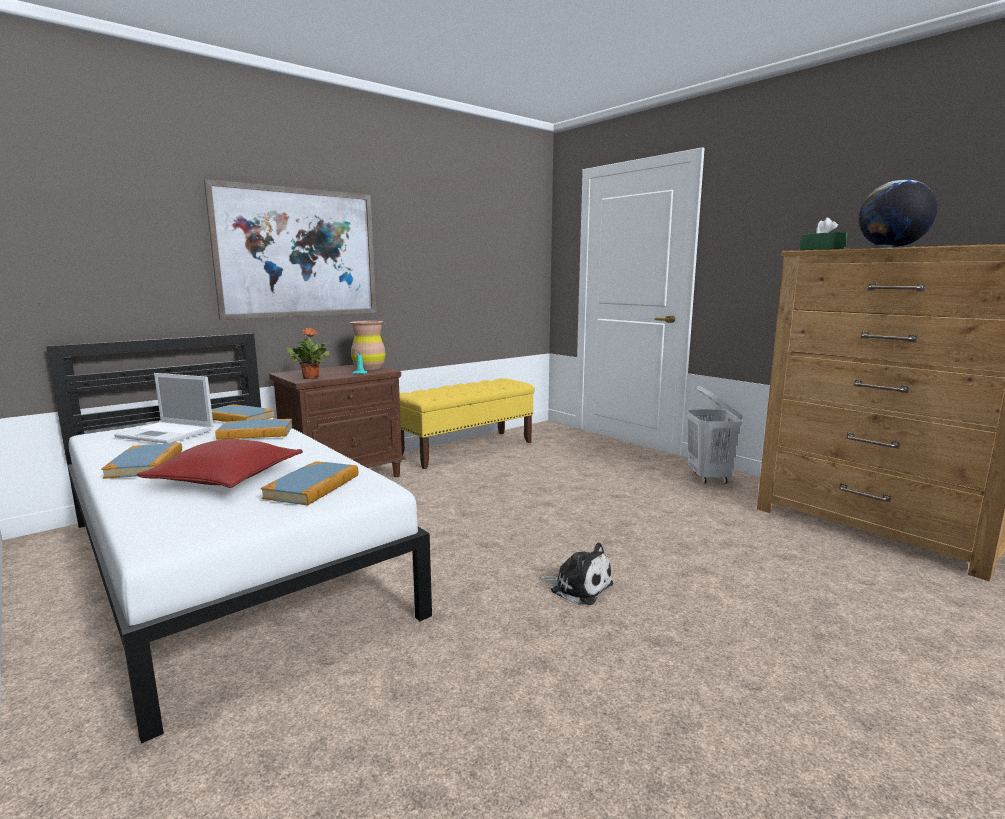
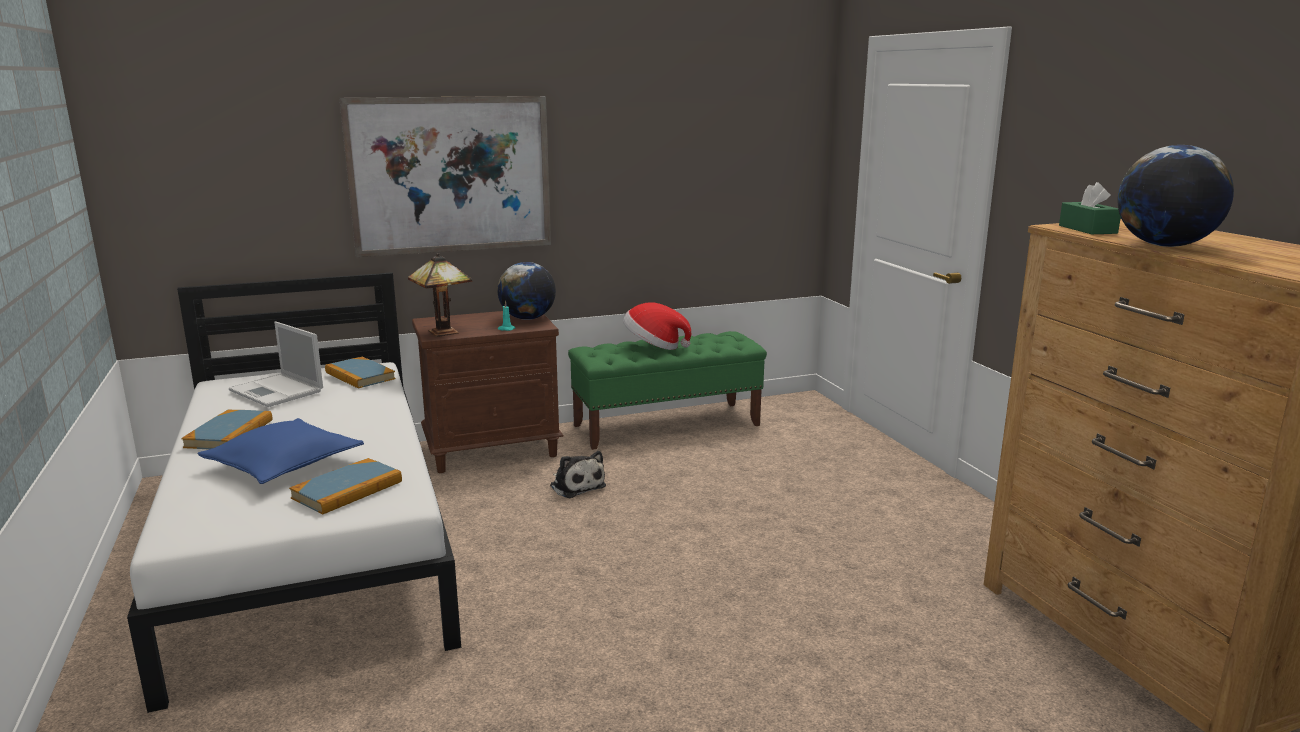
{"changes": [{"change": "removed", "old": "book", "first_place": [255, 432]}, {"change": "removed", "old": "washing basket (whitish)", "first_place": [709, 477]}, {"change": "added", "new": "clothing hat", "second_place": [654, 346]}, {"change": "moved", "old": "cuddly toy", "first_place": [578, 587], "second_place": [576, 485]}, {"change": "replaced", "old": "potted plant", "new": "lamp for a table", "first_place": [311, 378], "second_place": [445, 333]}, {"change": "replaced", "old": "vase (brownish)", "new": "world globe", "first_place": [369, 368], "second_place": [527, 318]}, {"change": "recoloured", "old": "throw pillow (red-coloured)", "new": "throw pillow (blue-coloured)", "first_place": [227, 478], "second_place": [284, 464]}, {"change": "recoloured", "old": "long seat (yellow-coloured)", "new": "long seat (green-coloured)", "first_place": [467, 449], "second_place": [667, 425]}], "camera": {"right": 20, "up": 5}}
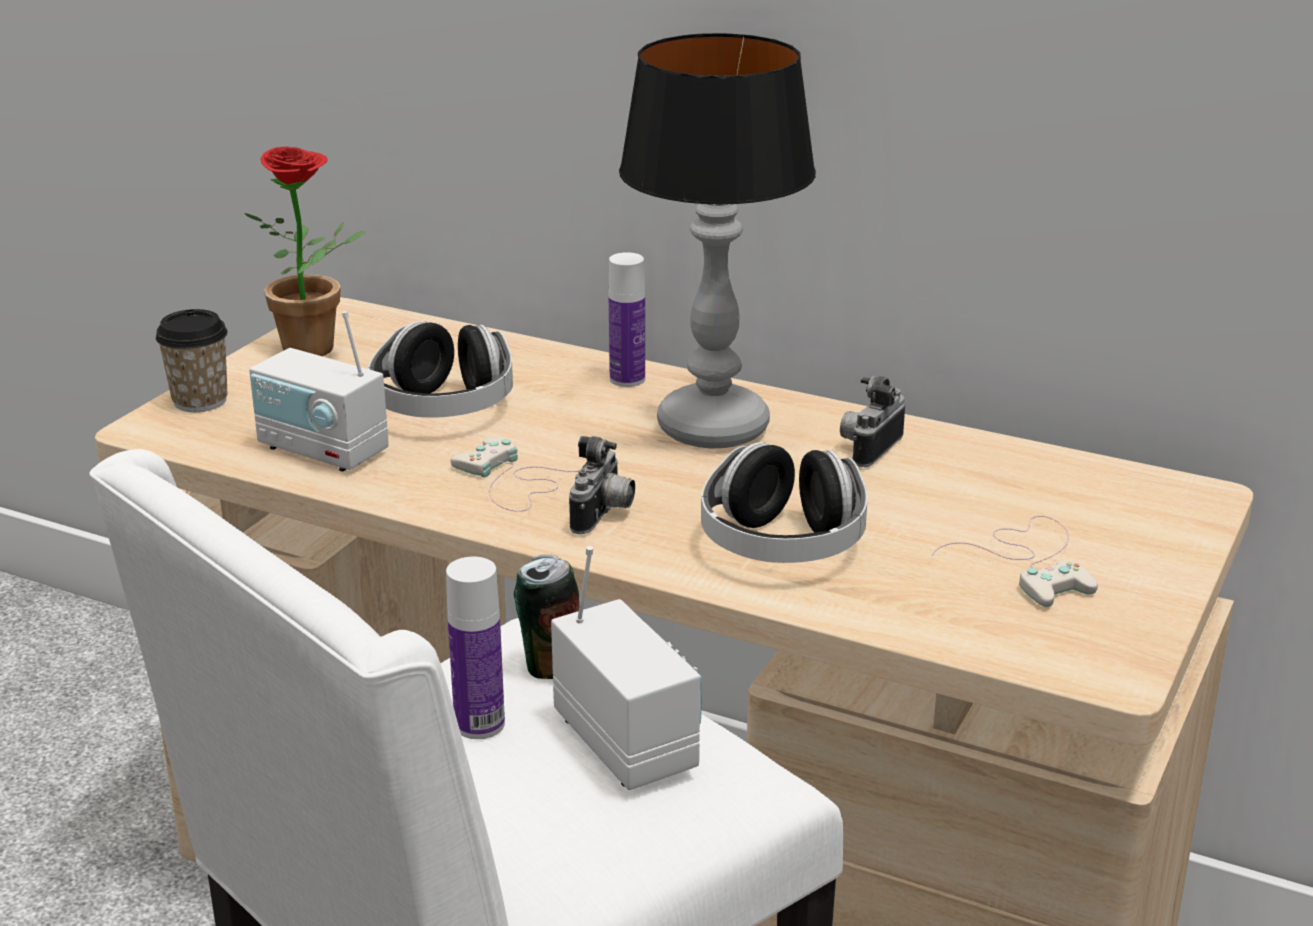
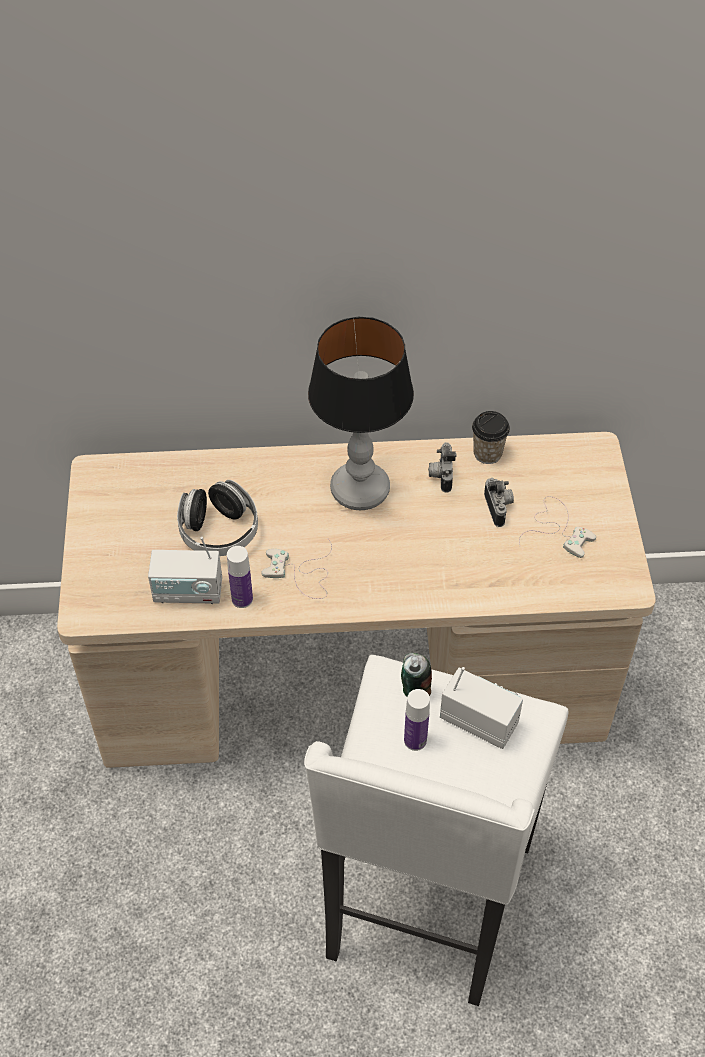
{"changes": [{"change": "removed", "old": "potted plant", "first_place": [319, 349]}, {"change": "removed", "old": "headset", "first_place": [782, 545]}, {"change": "moved", "old": "drinking cup", "first_place": [200, 401], "second_place": [487, 453]}, {"change": "moved", "old": "photo camera", "first_place": [604, 515], "second_place": [499, 508]}, {"change": "moved", "old": "bottle", "first_place": [627, 379], "second_place": [242, 599]}], "camera": {"right": -30, "up": 25}}
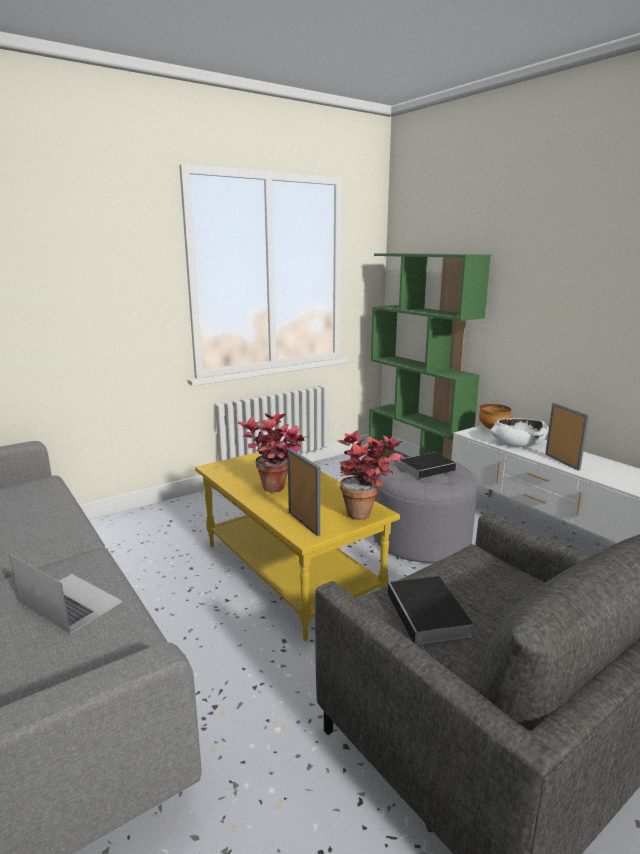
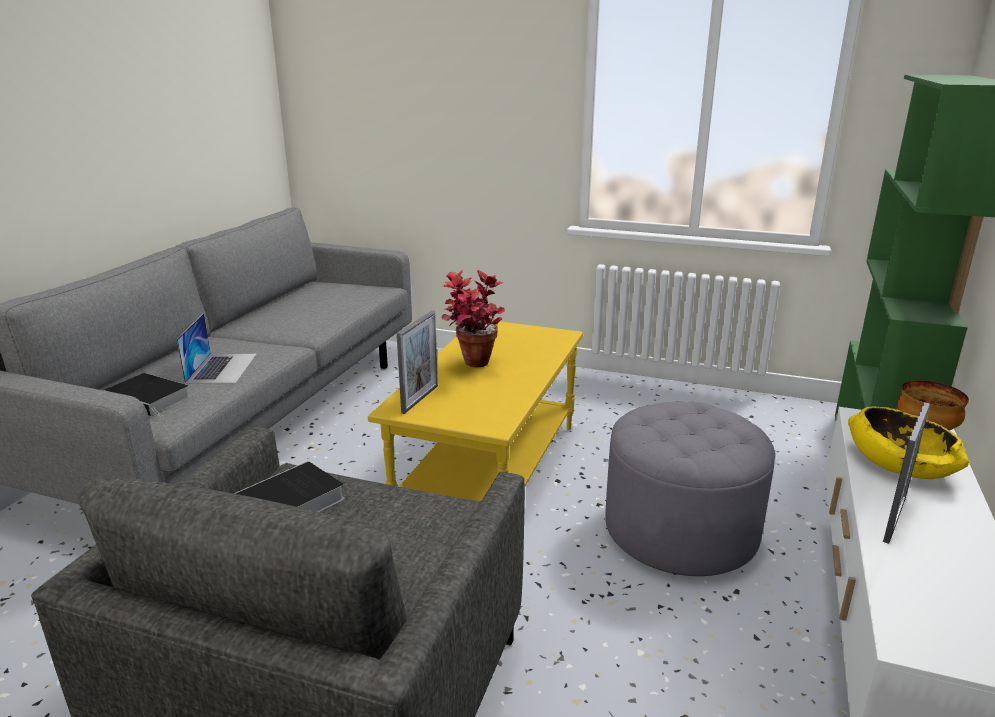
{"changes": [{"change": "removed", "old": "potted plant", "first_place": [368, 515]}, {"change": "moved", "old": "book", "first_place": [428, 468], "second_place": [150, 399]}, {"change": "recoloured", "old": "deep dish (whitish)", "new": "deep dish (yellow-coloured)", "first_place": [518, 443], "second_place": [900, 464]}], "camera": {"right": 55, "up": 5}}
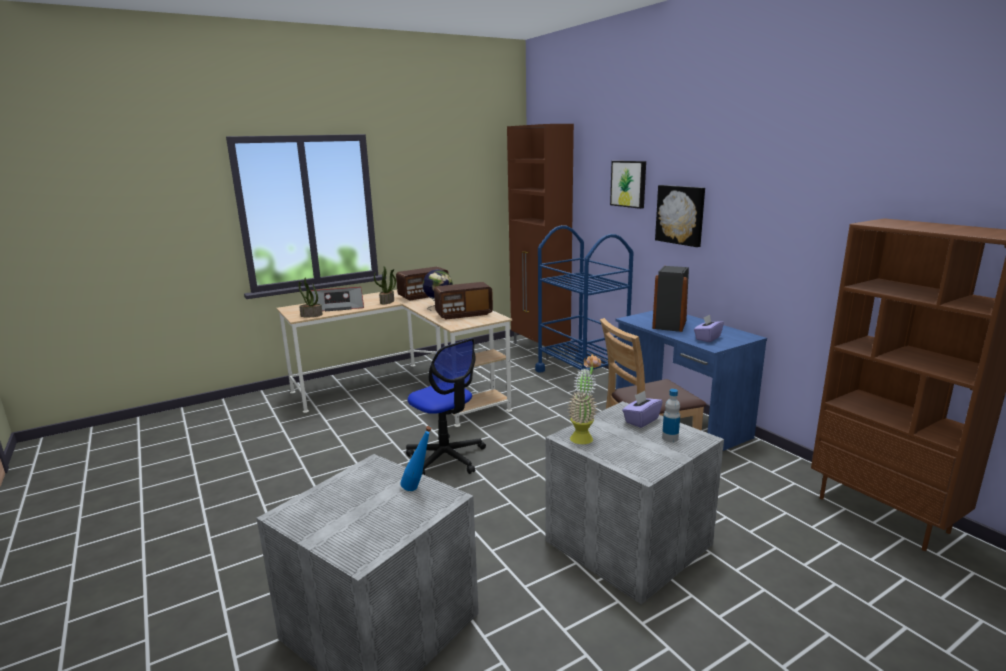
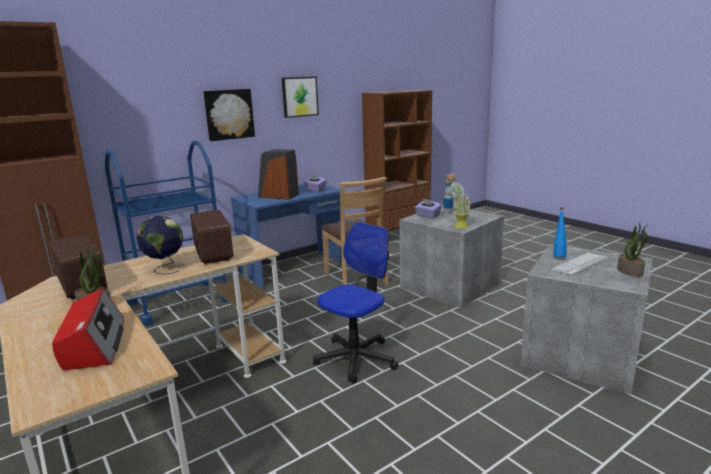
{"changes": [{"change": "added", "new": "PC keyboard", "second_place": [579, 264]}, {"change": "moved", "old": "potted plant", "first_place": [311, 315], "second_place": [630, 272]}, {"change": "moved", "old": "wall art", "first_place": [629, 184], "second_place": [299, 96]}], "camera": {"right": -95, "up": 0}}
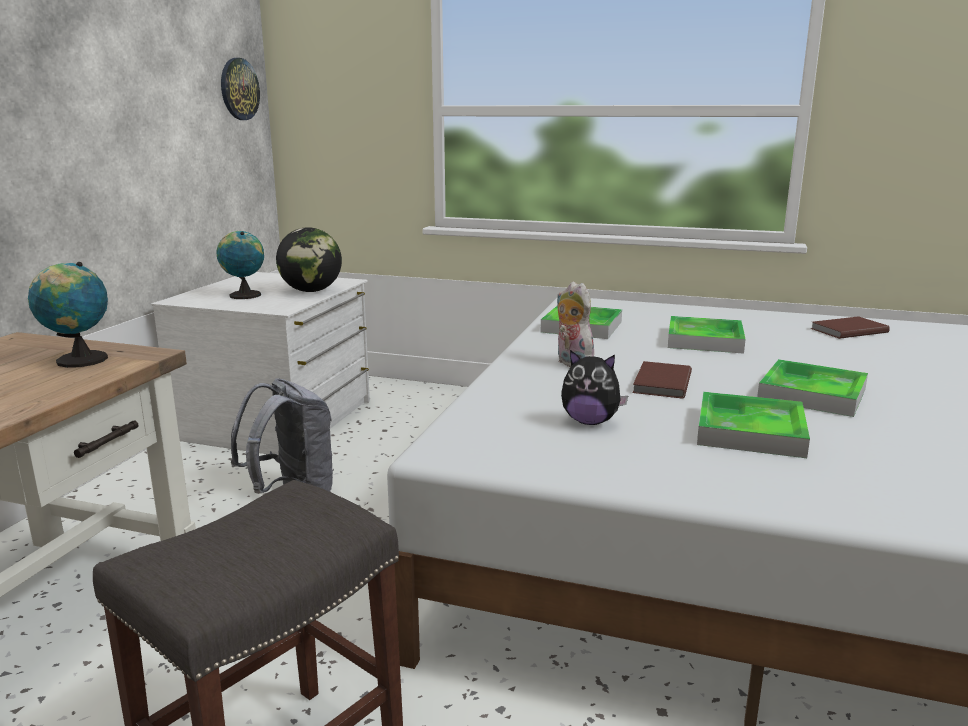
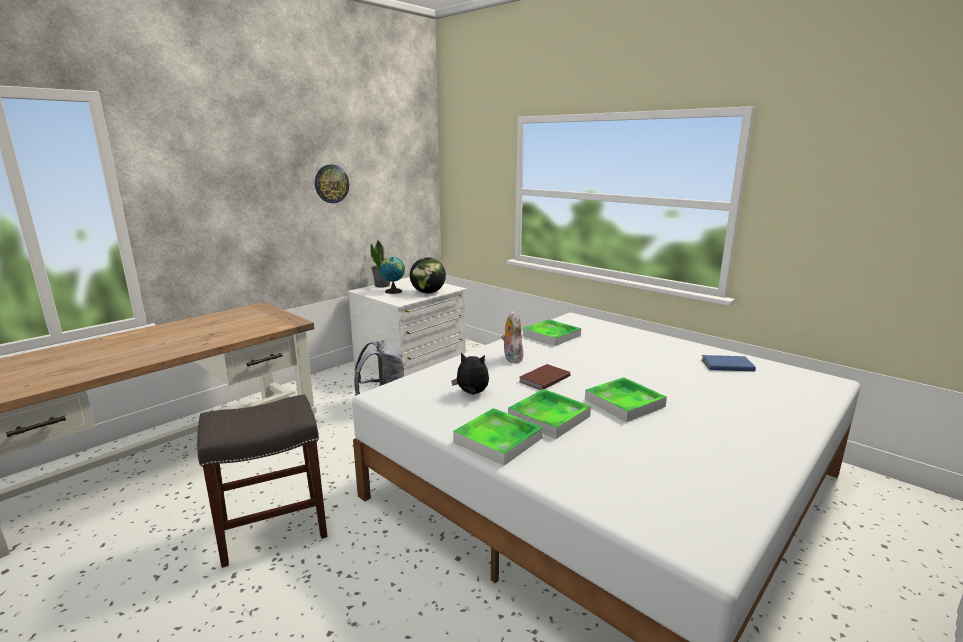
{"changes": [{"change": "removed", "old": "world globe", "first_place": [78, 360]}, {"change": "added", "new": "potted plant", "second_place": [382, 285]}, {"change": "moved", "old": "hanging clock", "first_place": [239, 89], "second_place": [331, 184]}, {"change": "moved", "old": "carrying tray", "first_place": [704, 340], "second_place": [498, 440]}, {"change": "recoloured", "old": "book (brownish)", "new": "book (blue-coloured)", "first_place": [847, 330], "second_place": [726, 365]}, {"change": "turned", "old": "cuddly toy", "first_place": [590, 421], "second_place": [472, 393], "degrees": 150}], "camera": {"right": 25, "up": 0}}
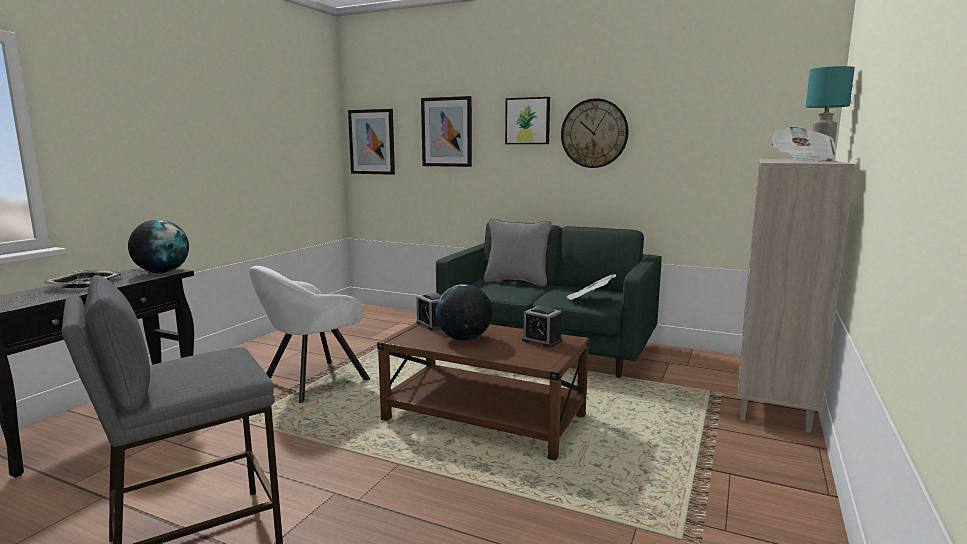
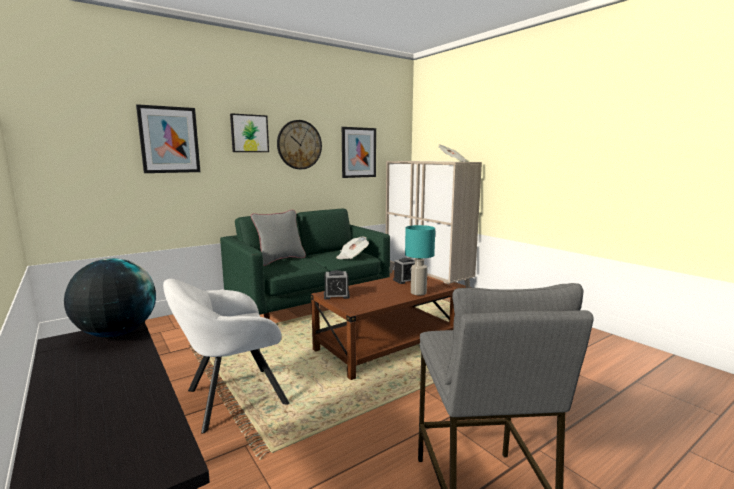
{"changes": [{"change": "removed", "old": "carrying tray", "first_place": [84, 283]}, {"change": "removed", "old": "world globe", "first_place": [464, 339]}, {"change": "moved", "old": "wall art", "first_place": [372, 142], "second_place": [358, 152]}, {"change": "moved", "old": "lamp for a table (turquoise)", "first_place": [820, 160], "second_place": [418, 293]}, {"change": "turned", "old": "easy chair (whitish)", "first_place": [311, 382], "second_place": [231, 399], "degrees": 75}], "camera": {"right": -60, "up": 0}}
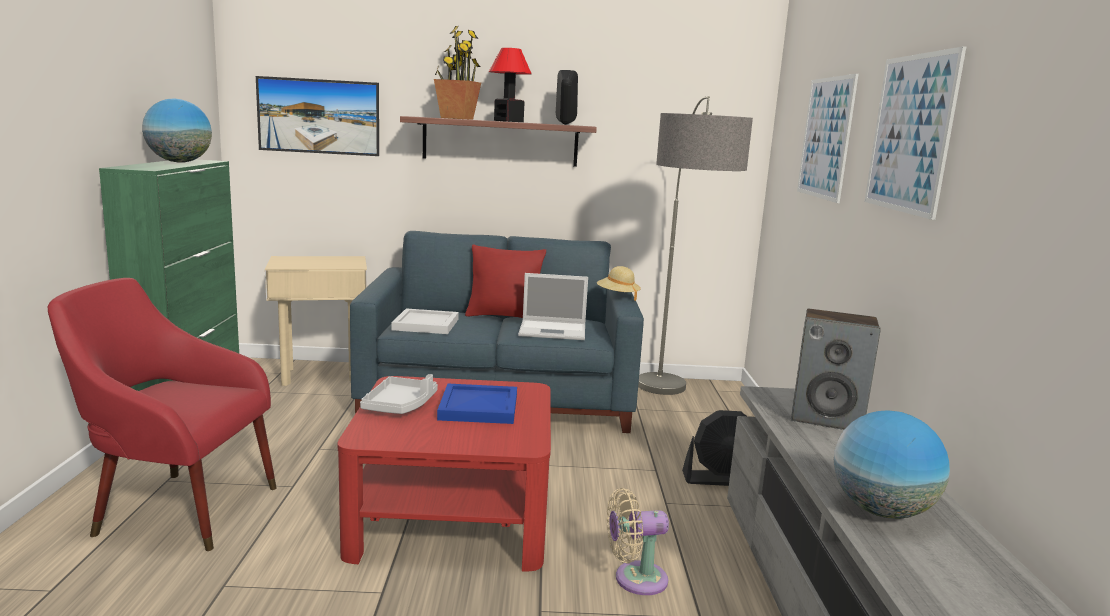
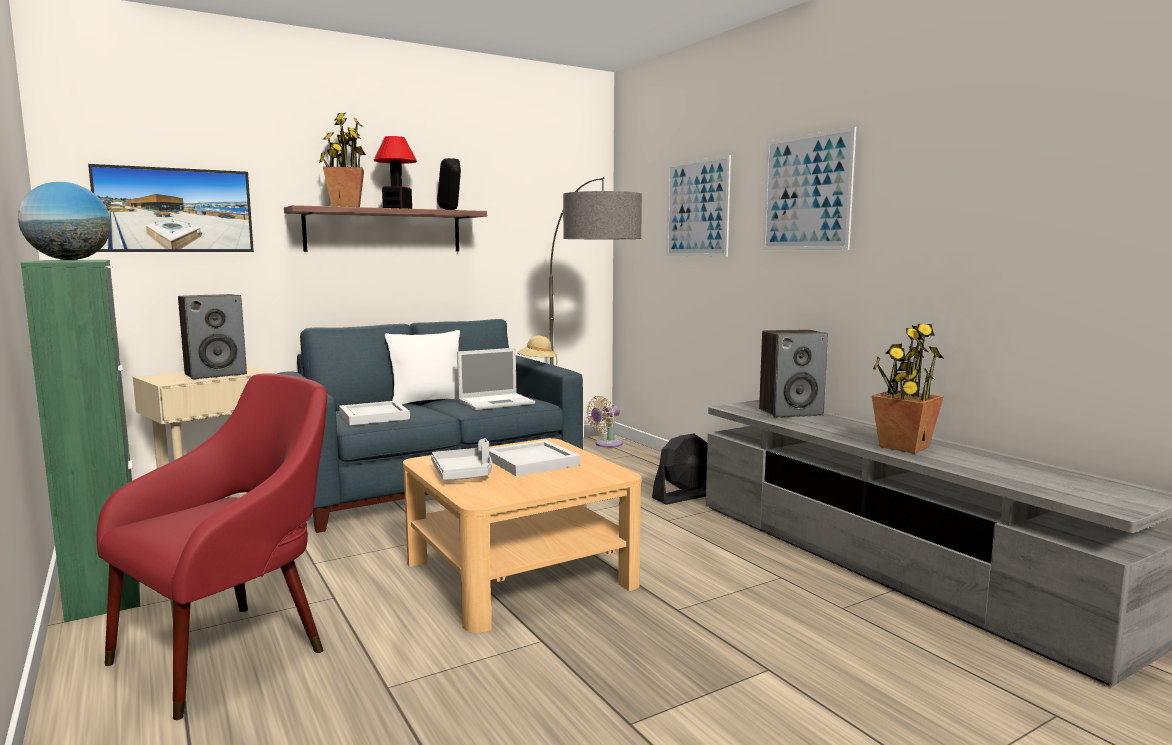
{"changes": [{"change": "added", "new": "loudspeaker", "second_place": [216, 374]}, {"change": "moved", "old": "electric fan (beige)", "first_place": [635, 579], "second_place": [606, 444]}, {"change": "replaced", "old": "world globe", "new": "potted plant", "first_place": [881, 511], "second_place": [903, 447]}, {"change": "recoloured", "old": "lounge table (red-coloured)", "new": "lounge table (beige)", "first_place": [454, 514], "second_place": [520, 572]}, {"change": "recoloured", "old": "carrying tray (blue-coloured)", "new": "carrying tray (whitish)", "first_place": [480, 407], "second_place": [532, 461]}, {"change": "recoloured", "old": "throw pillow (red-coloured)", "new": "throw pillow (whitish)", "first_place": [504, 316], "second_place": [428, 401]}, {"change": "turned", "old": "easy chair (red-coloured)", "first_place": [178, 508], "second_place": [231, 650], "degrees": 150}], "camera": {"right": -30, "up": -5}}
